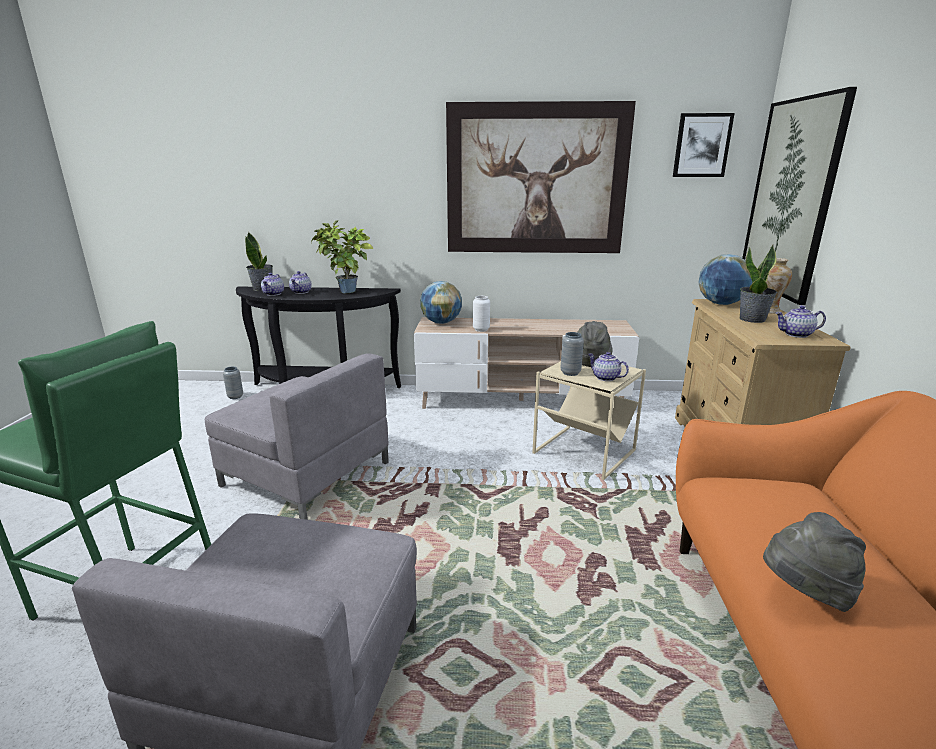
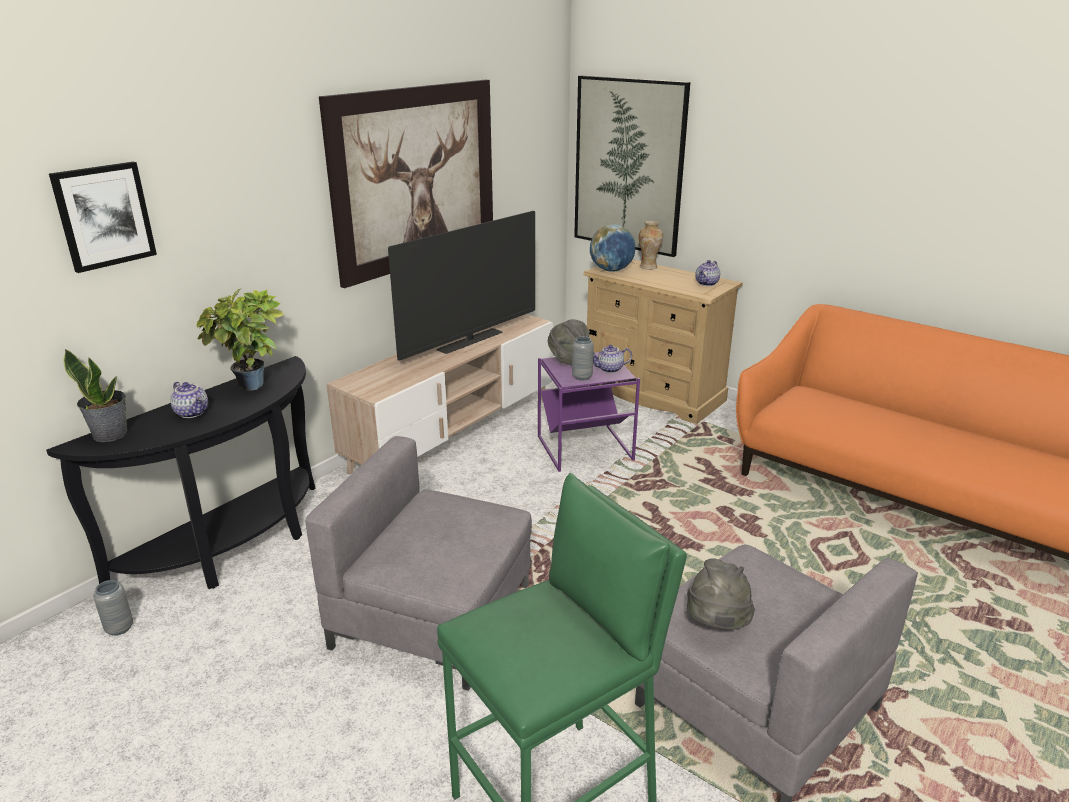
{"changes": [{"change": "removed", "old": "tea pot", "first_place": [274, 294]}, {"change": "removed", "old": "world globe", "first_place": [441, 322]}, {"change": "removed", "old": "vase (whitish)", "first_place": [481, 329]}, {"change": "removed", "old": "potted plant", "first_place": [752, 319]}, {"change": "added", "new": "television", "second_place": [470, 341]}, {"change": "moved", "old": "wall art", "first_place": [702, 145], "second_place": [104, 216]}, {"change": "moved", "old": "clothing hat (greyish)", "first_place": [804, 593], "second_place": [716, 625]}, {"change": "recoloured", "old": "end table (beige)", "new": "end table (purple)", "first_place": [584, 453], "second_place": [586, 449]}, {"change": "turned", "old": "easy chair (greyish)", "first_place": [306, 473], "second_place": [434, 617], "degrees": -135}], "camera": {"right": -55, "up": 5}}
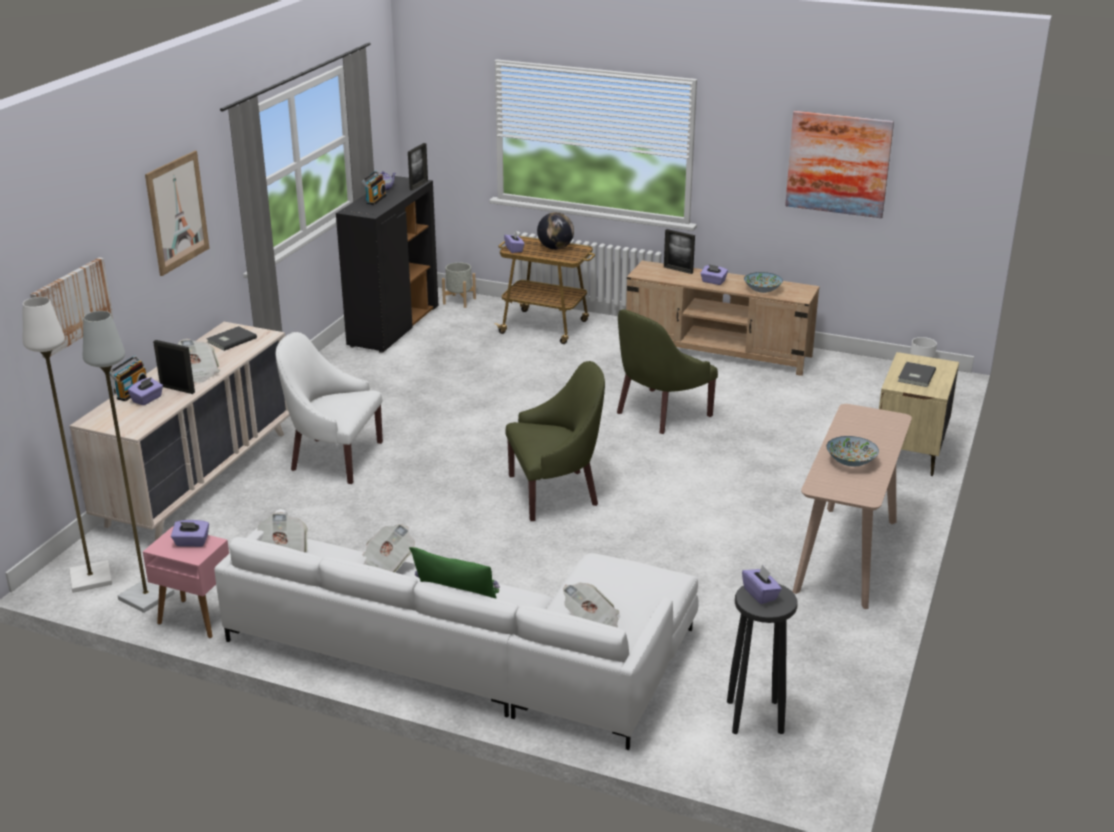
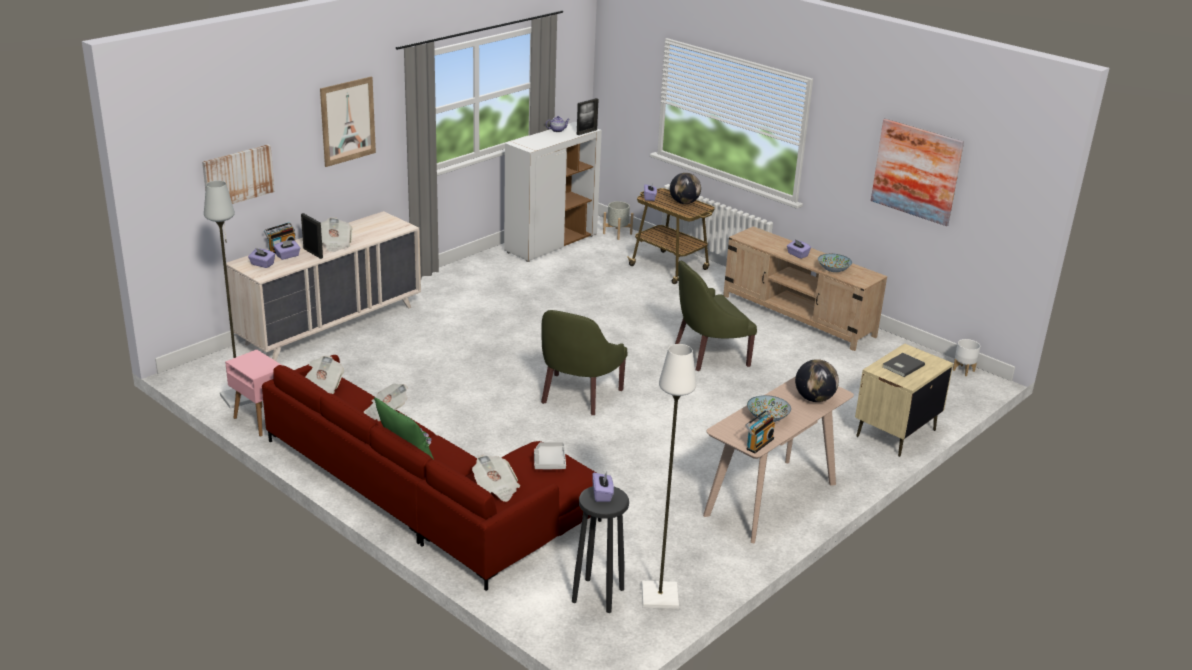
{"changes": [{"change": "removed", "old": "book (greyish)", "first_place": [230, 340]}, {"change": "removed", "old": "easy chair (whitish)", "first_place": [333, 458]}, {"change": "removed", "old": "picture frame", "first_place": [678, 270]}, {"change": "added", "new": "carrying tray (greyish)", "second_place": [549, 461]}, {"change": "added", "new": "world globe", "second_place": [814, 399]}, {"change": "moved", "old": "standard lamp (whitish)", "first_place": [90, 578], "second_place": [659, 596]}, {"change": "moved", "old": "box of tissues (purple)", "first_place": [191, 542], "second_place": [262, 264]}, {"change": "moved", "old": "radio receiver", "first_place": [375, 199], "second_place": [758, 443]}, {"change": "recoloured", "old": "sofa (whitish)", "new": "sofa (red-coloured)", "first_place": [472, 654], "second_place": [427, 494]}, {"change": "recoloured", "old": "storage cabinet (blackish)", "new": "storage cabinet (whitish)", "first_place": [393, 327], "second_place": [551, 243]}, {"change": "turned", "old": "easy chair (green-coloured)", "first_place": [555, 492], "second_place": [577, 396], "degrees": 105}], "camera": {"right": 20, "up": 0}}
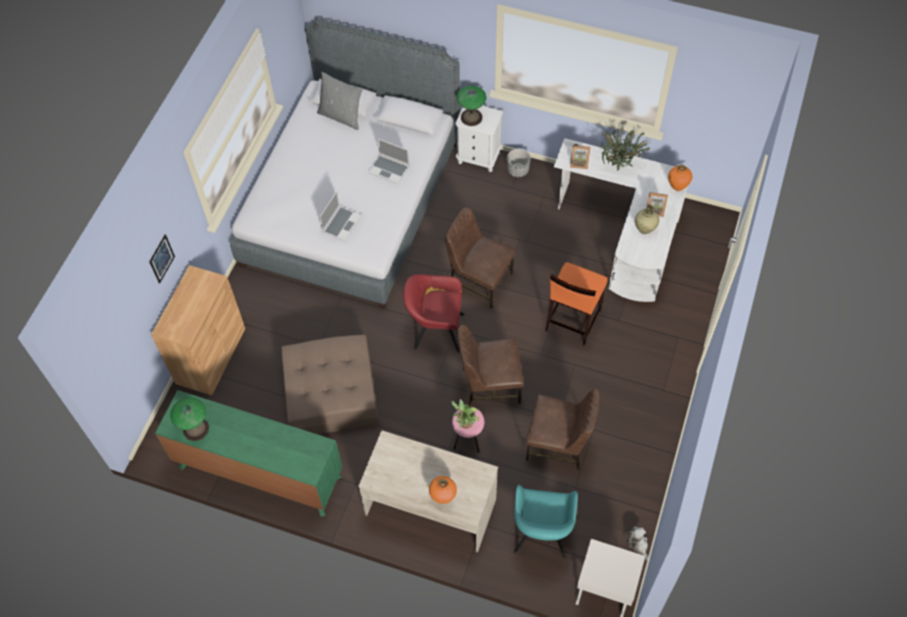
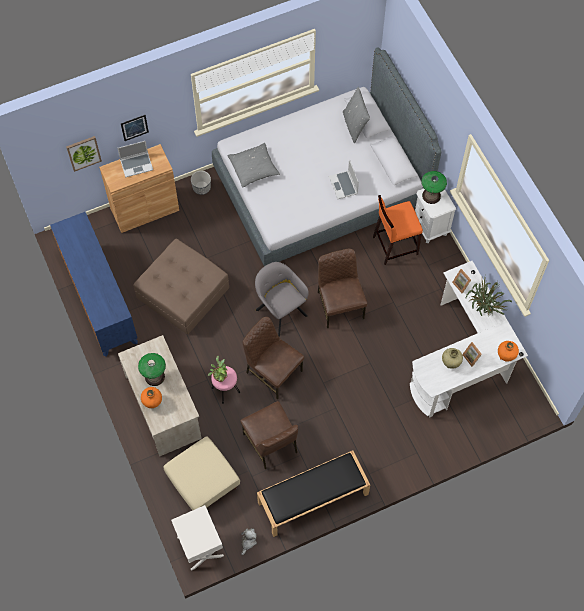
{"changes": [{"change": "added", "new": "wall art", "second_place": [83, 153]}, {"change": "added", "new": "throw pillow (greyish)", "second_place": [253, 168]}, {"change": "added", "new": "long seat (blackish)", "second_place": [312, 499]}, {"change": "moved", "old": "lamp for a table", "first_place": [195, 428], "second_place": [154, 376]}, {"change": "moved", "old": "portable computer", "first_place": [341, 224], "second_place": [137, 164]}, {"change": "moved", "old": "flower pot", "first_place": [517, 170], "second_place": [201, 187]}, {"change": "moved", "old": "stool (orange)", "first_place": [572, 321], "second_place": [394, 245]}, {"change": "replaced", "old": "easy chair (turquoise)", "new": "footrest (beige)", "first_place": [541, 534], "second_place": [203, 482]}, {"change": "recoloured", "old": "dresser (green-coloured)", "new": "dresser (blue-coloured)", "first_place": [259, 472], "second_place": [99, 299]}, {"change": "recoloured", "old": "easy chair (red-coloured)", "new": "easy chair (greyish)", "first_place": [435, 330], "second_place": [280, 310]}], "camera": {"right": 45, "up": 5}}
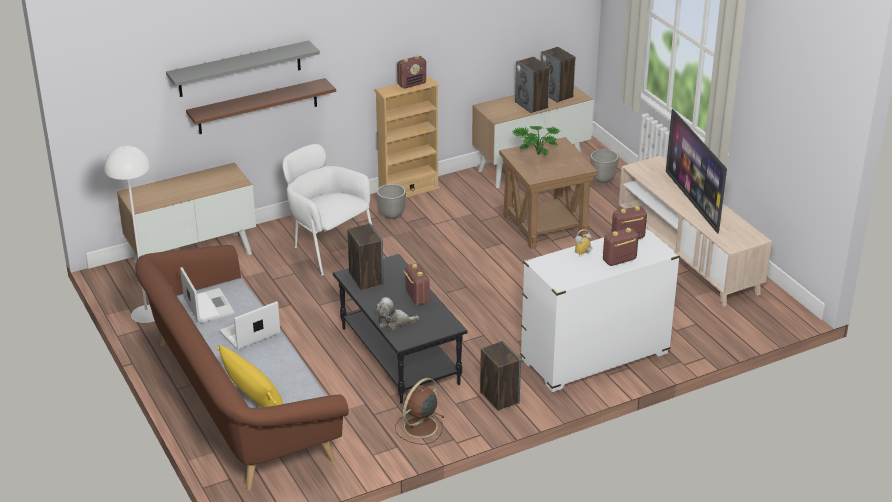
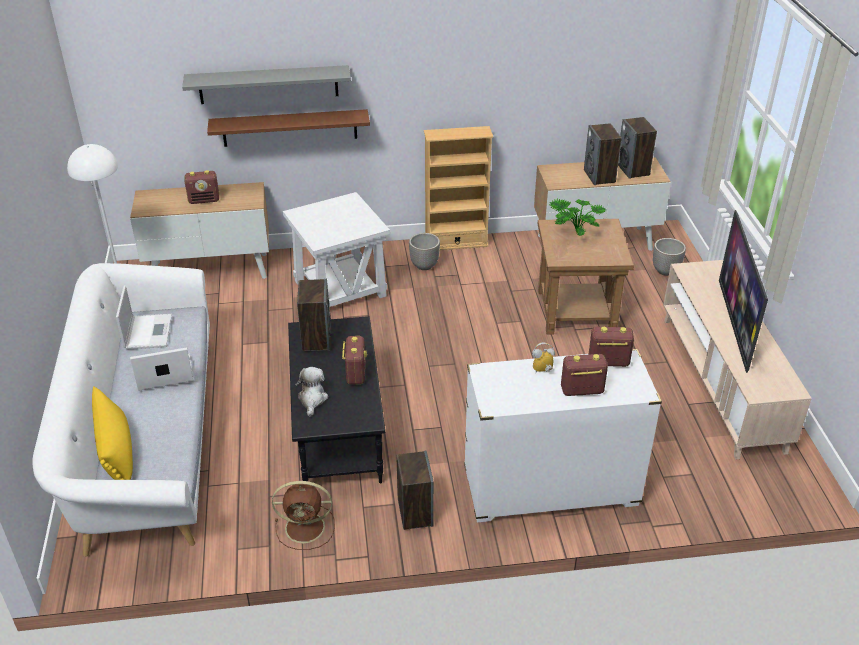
{"changes": [{"change": "moved", "old": "radio receiver", "first_place": [412, 84], "second_place": [204, 200]}, {"change": "replaced", "old": "easy chair (whitish)", "new": "end table (whitish)", "first_place": [327, 248], "second_place": [340, 288]}, {"change": "recoloured", "old": "sofa (brownish)", "new": "sofa (whitish)", "first_place": [238, 401], "second_place": [147, 441]}, {"change": "turned", "old": "cuddly toy", "first_place": [394, 322], "second_place": [312, 399], "degrees": 75}, {"change": "turned", "old": "electric fan (brownish)", "first_place": [419, 427], "second_place": [307, 527], "degrees": -150}], "camera": {"right": 20, "up": 5}}
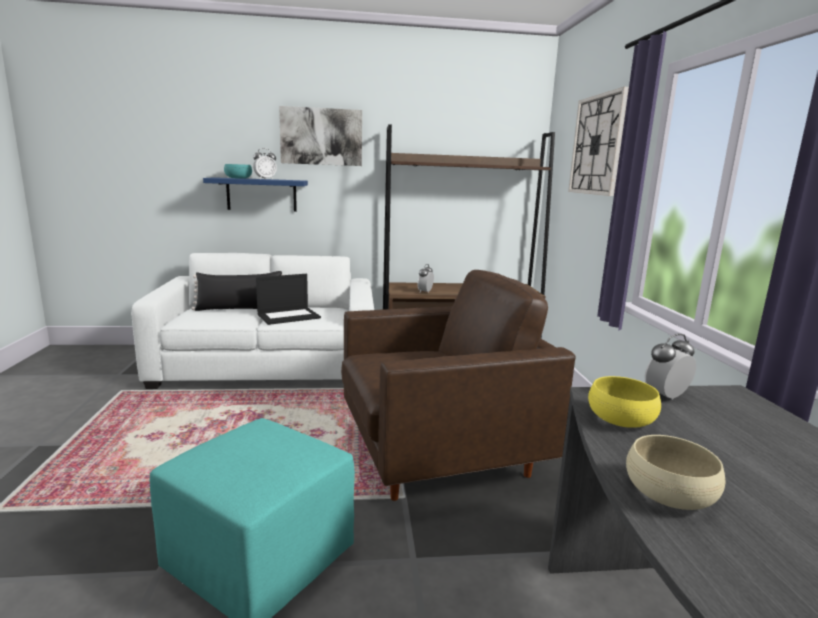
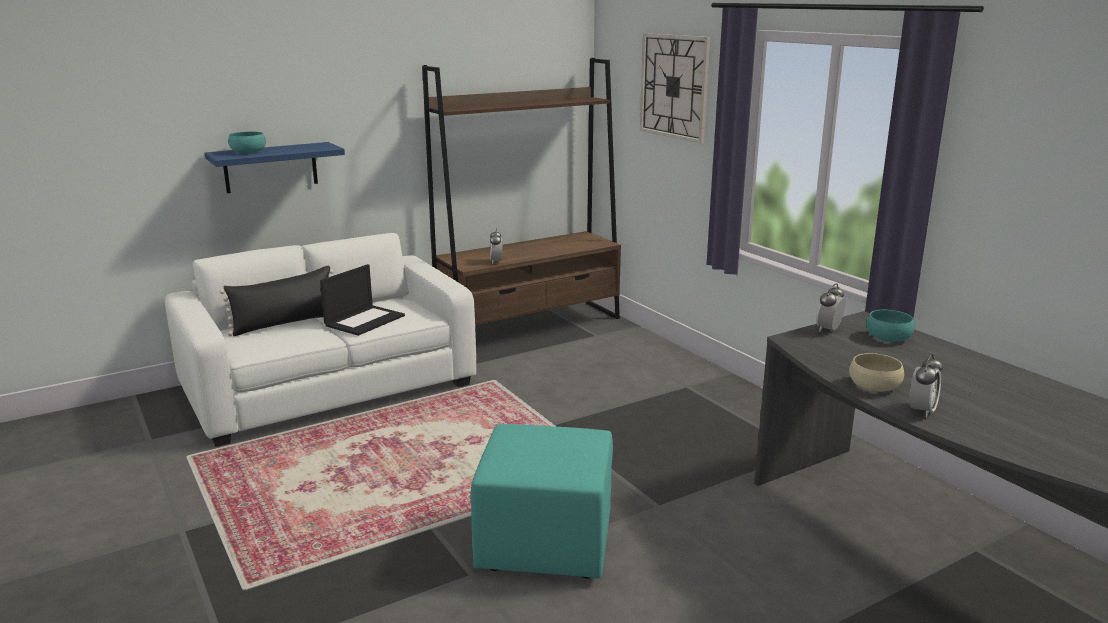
{"changes": [{"change": "removed", "old": "wall art", "first_place": [321, 136]}, {"change": "removed", "old": "easy chair (brownish)", "first_place": [438, 454]}, {"change": "removed", "old": "deep dish (yellow-coloured)", "first_place": [620, 419]}, {"change": "added", "new": "deep dish (turquoise)", "second_place": [888, 337]}, {"change": "moved", "old": "bedside clock", "first_place": [265, 179], "second_place": [921, 410]}], "camera": {"right": -25, "up": 5}}
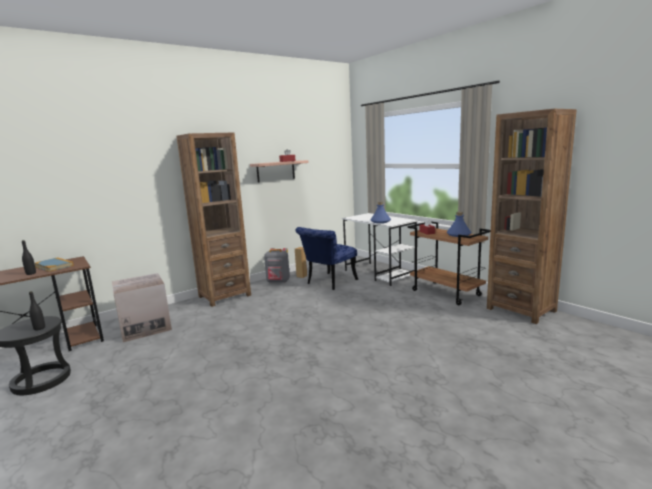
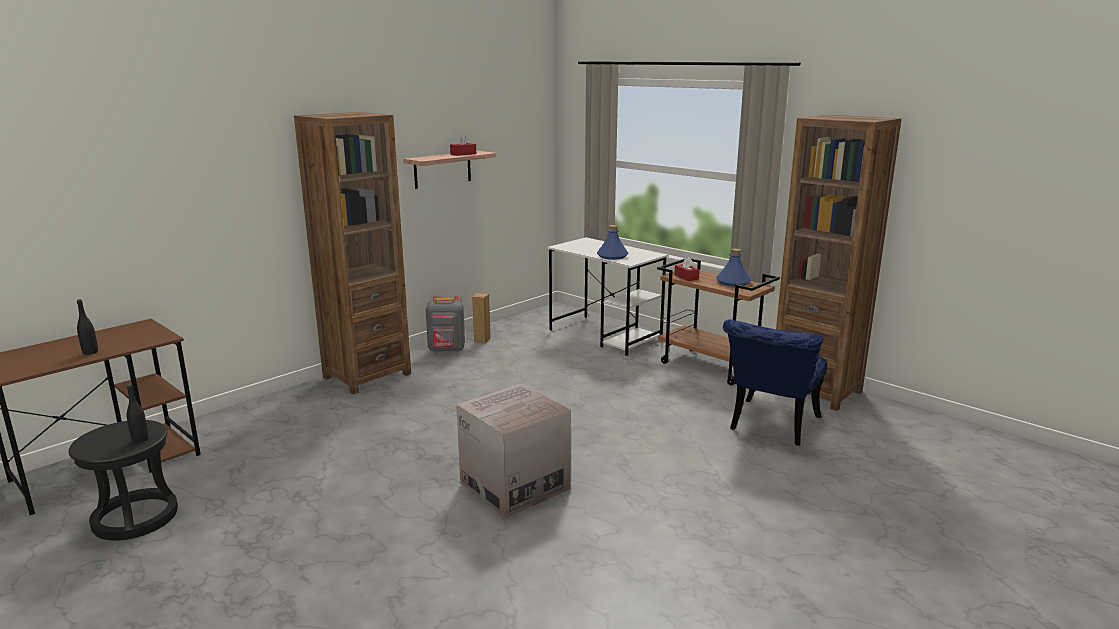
{"changes": [{"change": "removed", "old": "book", "first_place": [54, 266]}, {"change": "moved", "old": "packing box", "first_place": [145, 327], "second_place": [514, 486]}, {"change": "moved", "old": "chair (blue-coloured)", "first_place": [328, 283], "second_place": [770, 426]}], "camera": {"right": -10, "up": 5}}
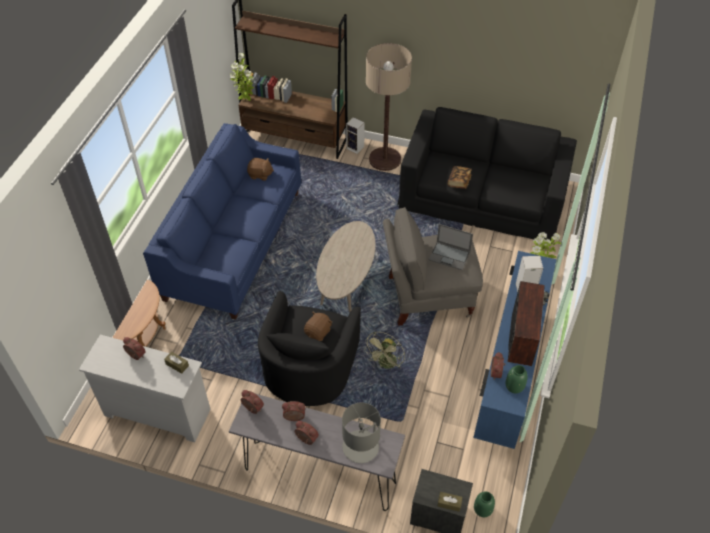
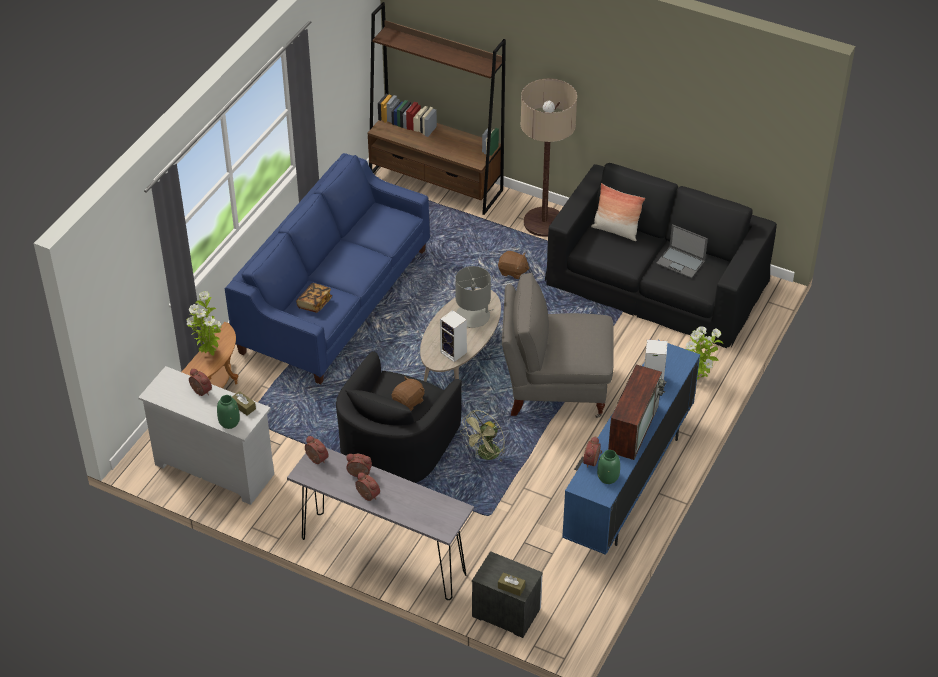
{"changes": [{"change": "added", "new": "throw pillow", "second_place": [616, 230]}, {"change": "moved", "old": "potted plant", "first_place": [245, 101], "second_place": [209, 353]}, {"change": "moved", "old": "cuddly toy (brownish)", "first_place": [260, 175], "second_place": [513, 272]}, {"change": "moved", "old": "lamp for a table (greyish)", "first_place": [361, 446], "second_place": [473, 316]}, {"change": "moved", "old": "loudspeaker", "first_place": [356, 148], "second_place": [454, 353]}, {"change": "moved", "old": "portable computer", "first_place": [450, 256], "second_place": [681, 262]}, {"change": "moved", "old": "book", "first_place": [459, 181], "second_place": [314, 303]}, {"change": "moved", "old": "vase (green-coloured)", "first_place": [482, 510], "second_place": [229, 422]}], "camera": {"right": 10, "up": -5}}
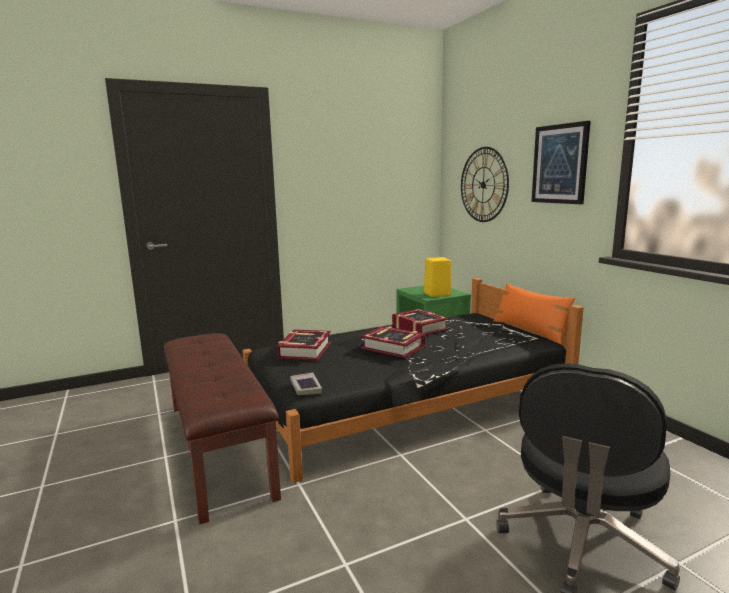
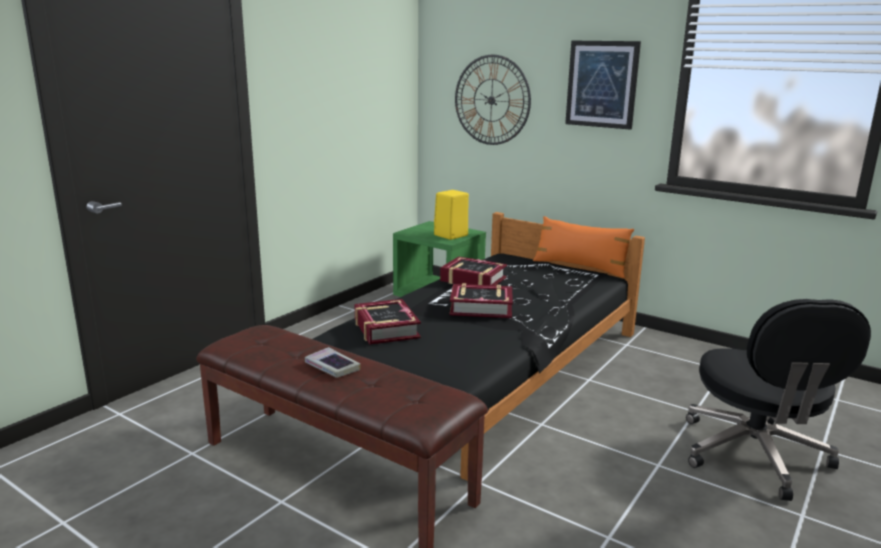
{"changes": [{"change": "moved", "old": "book", "first_place": [305, 387], "second_place": [332, 367]}], "camera": {"right": -30, "up": 5}}
